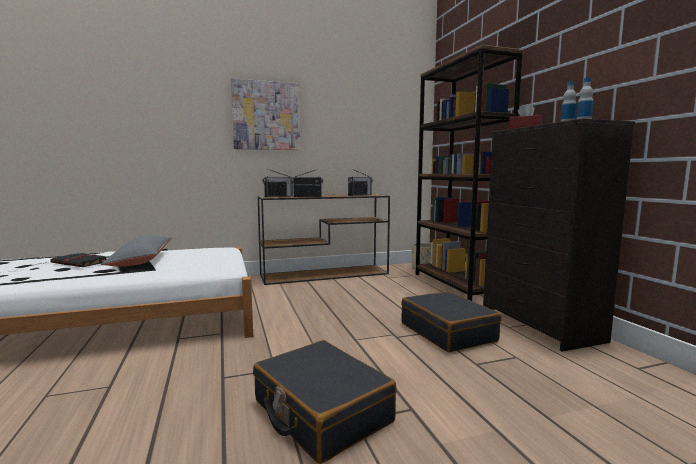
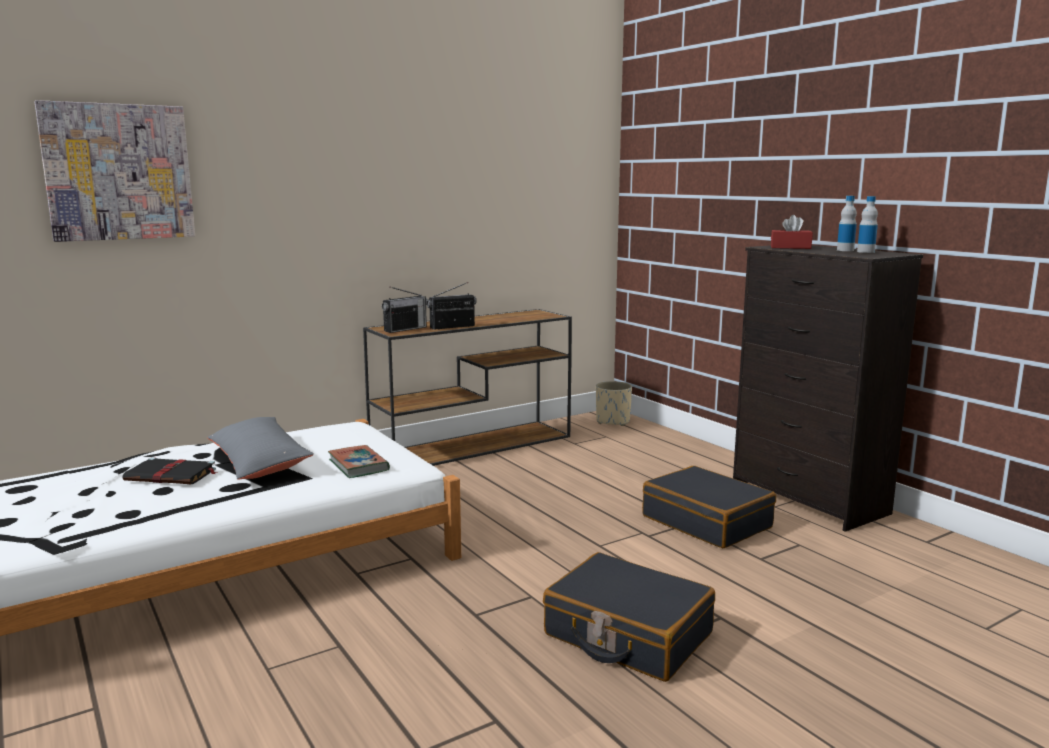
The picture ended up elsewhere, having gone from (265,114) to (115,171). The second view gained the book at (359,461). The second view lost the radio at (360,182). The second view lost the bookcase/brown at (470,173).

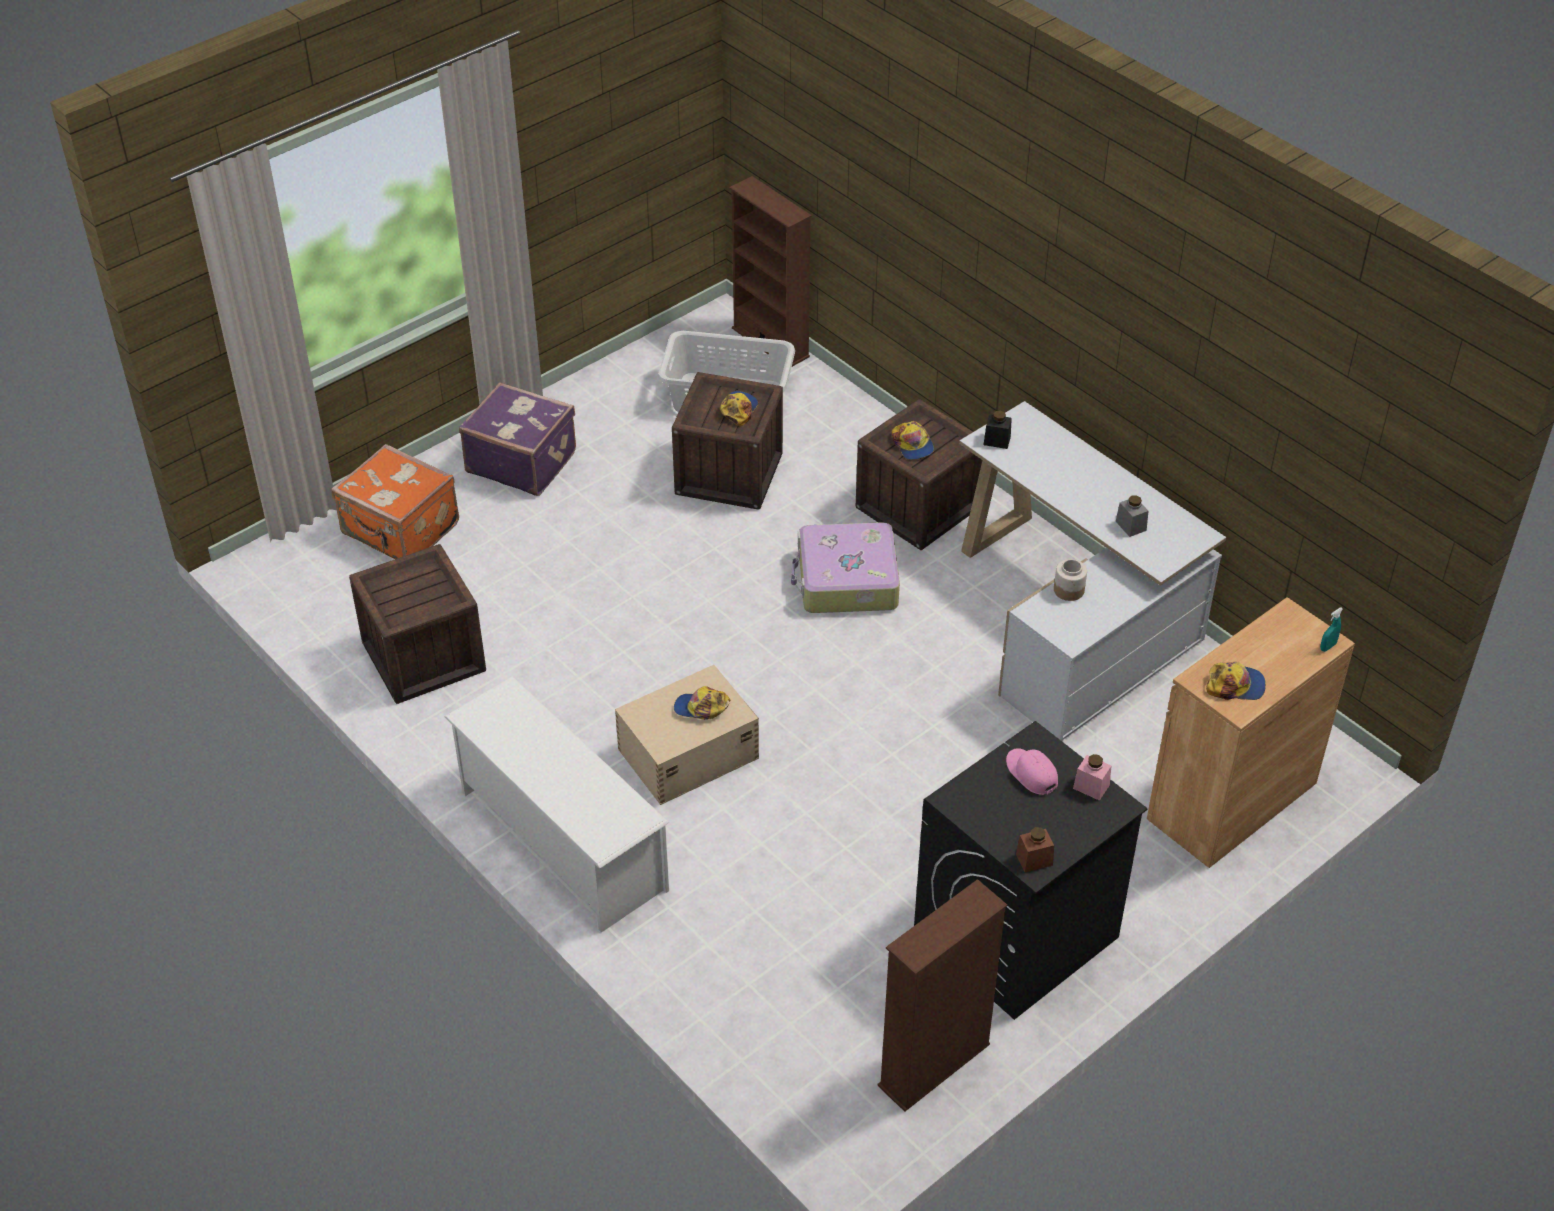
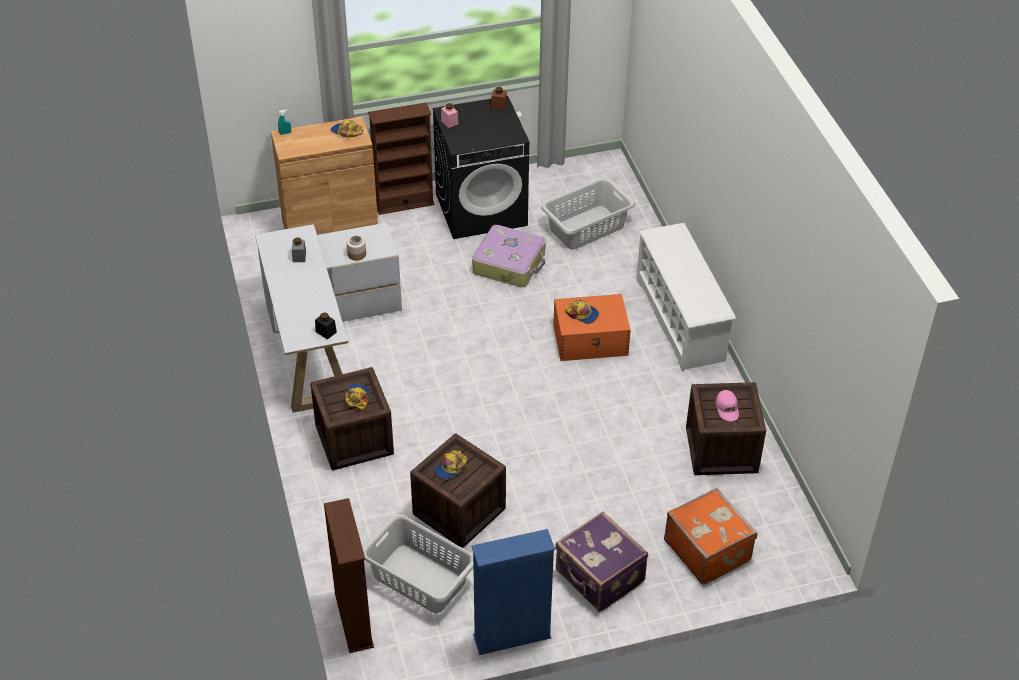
The bookcase/brown ended up elsewhere, having gone from (942,995) to (401,158). The second view gained the bookcase/blue at (513,592). The suitcase ended up elsewhere, having gone from (845,567) to (509,256). The second view gained the laundry basket/grey at (588,213). What was the storage box/beige at (687,735) turned into the storage box/orange at (592,327). The cap/pink ended up elsewhere, having gone from (1032,771) to (727,405).

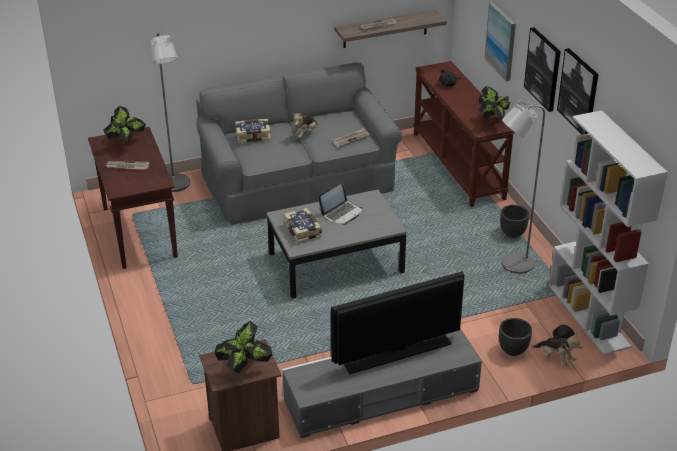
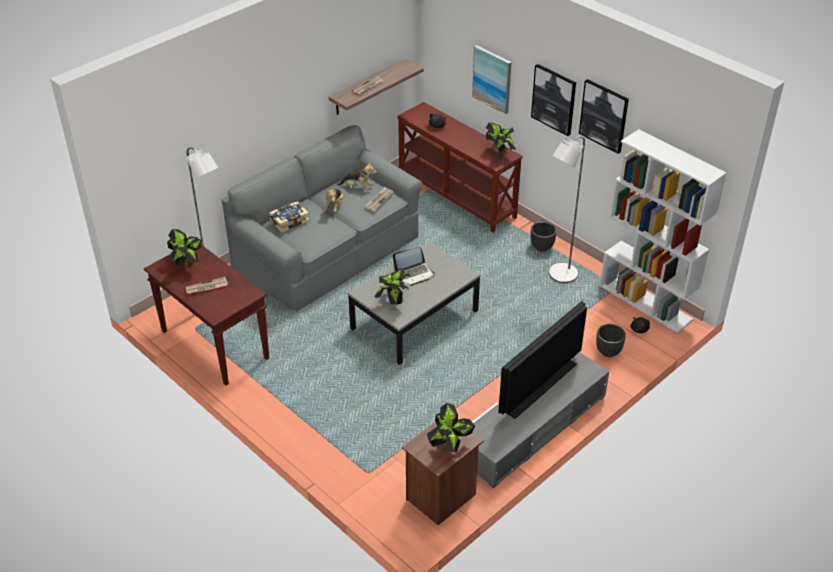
The plush toy ended up elsewhere, having gone from (558,349) to (357,176). Where the book stood at (303,226), the potted plant came to stand at (392,286). The laptop at (340,204) ended up facing another way, 45 degrees clockwise from before.

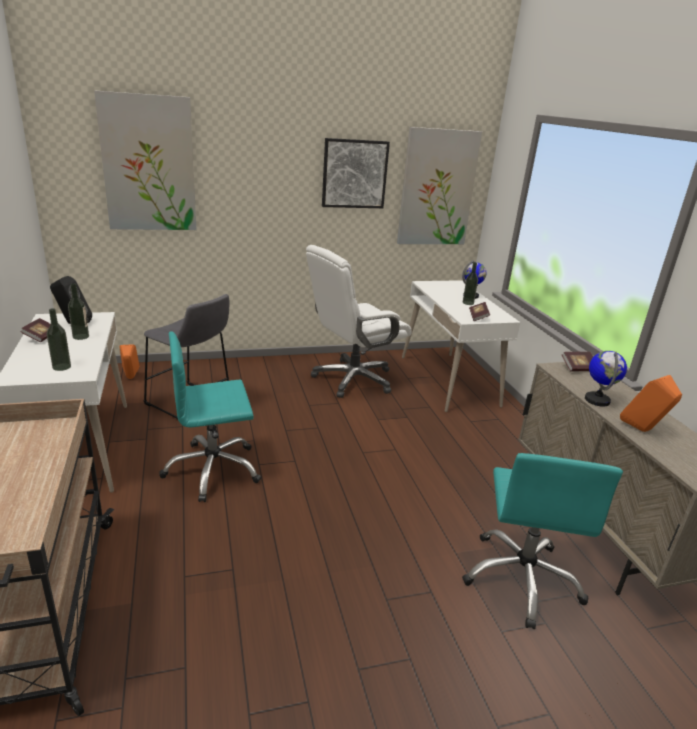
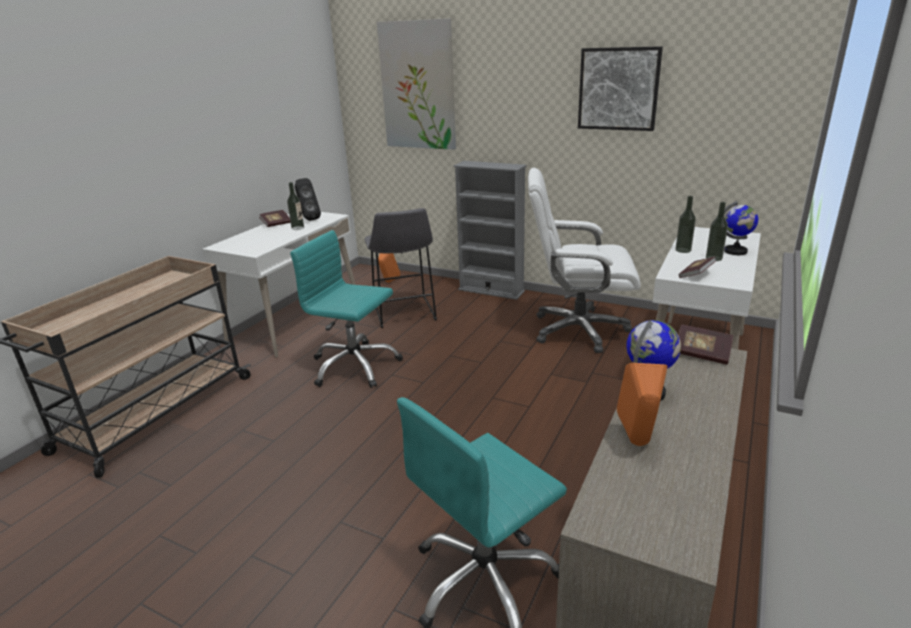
The second view gained the bookcase/grey at (489,230). The bottle ended up elsewhere, having gone from (59,339) to (685,224). The second view lost the picture at (439,185).

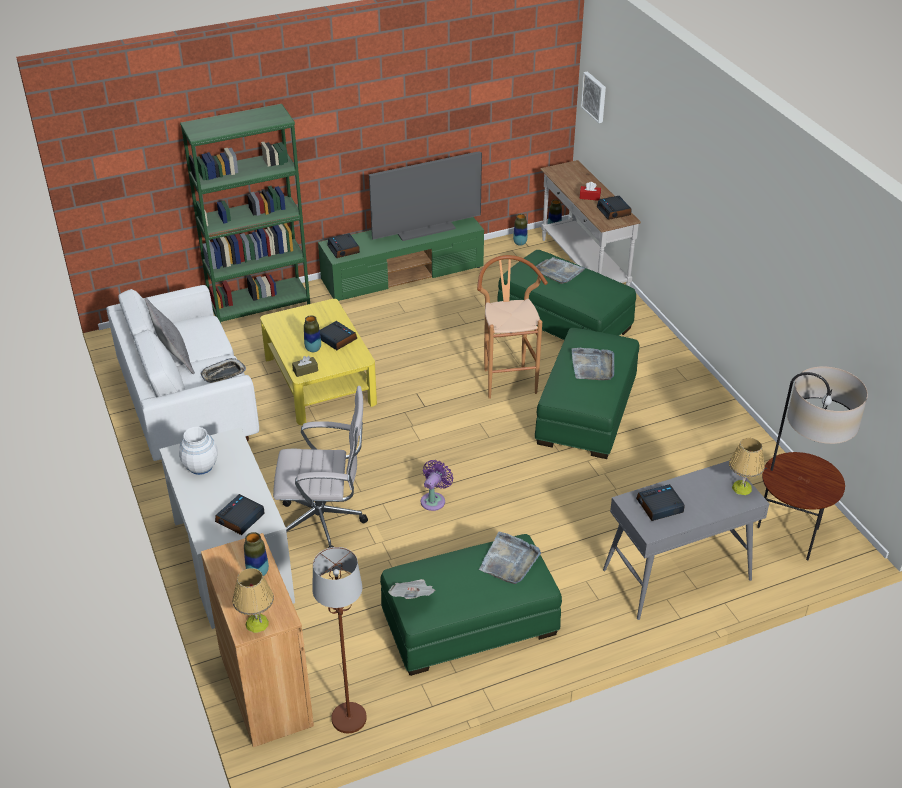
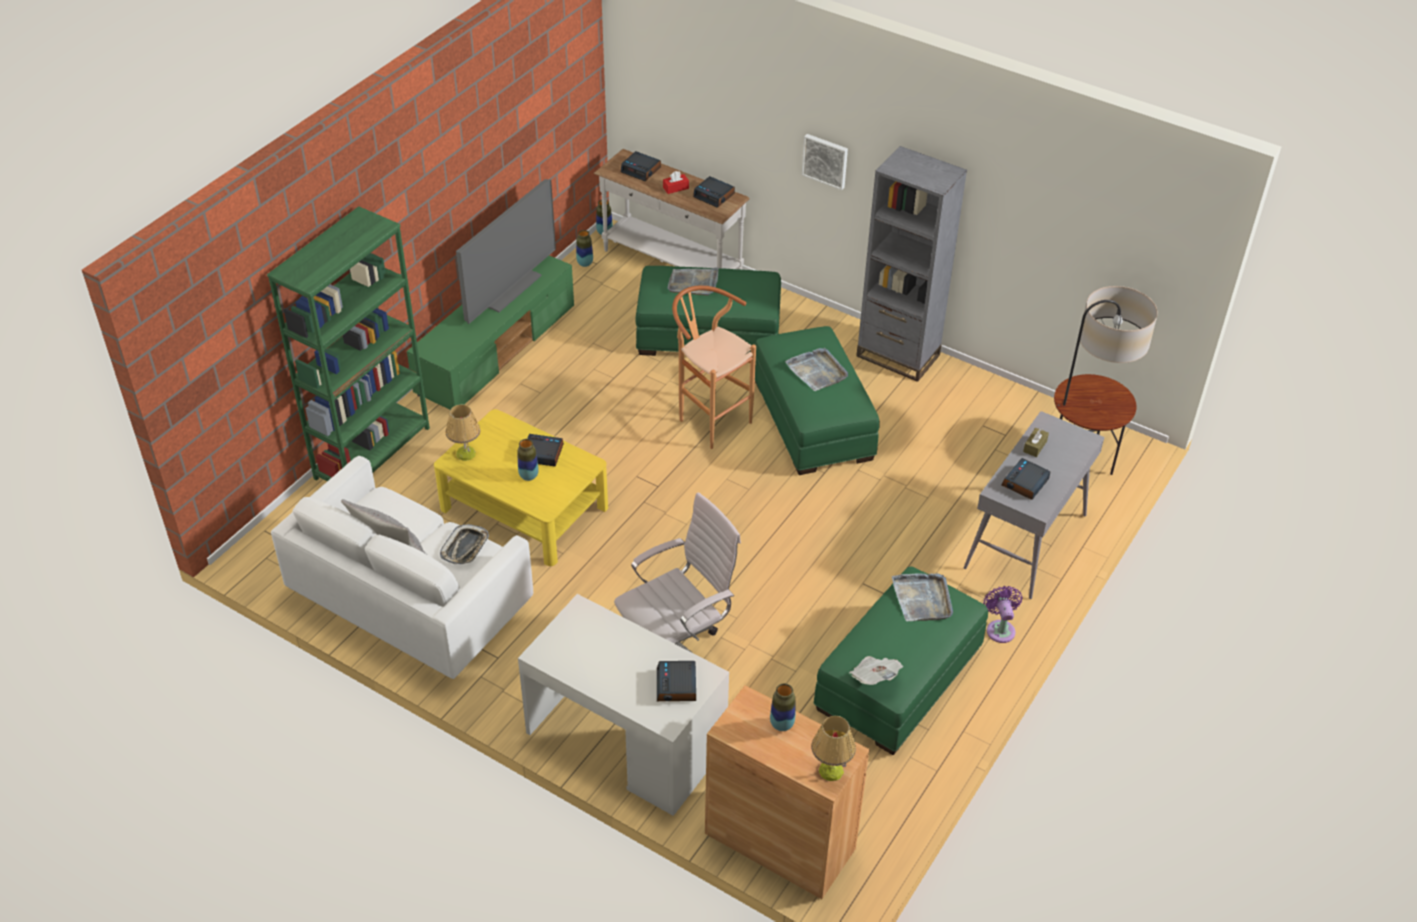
The table lamp ended up elsewhere, having gone from (747,466) to (463,432). The alarm clock ended up elsewhere, having gone from (343,245) to (641,166). The picture ended up elsewhere, having gone from (593,97) to (825,162). The second view gained the bookcase/grey at (911,264). The fan/purple ended up elsewhere, having gone from (437,485) to (1002,614). The tissue box/brown ended up elsewhere, having gone from (305,366) to (1036,442). The second view lost the vase/white at (198,451). The second view lost the floor lamp/brown at (339,640).

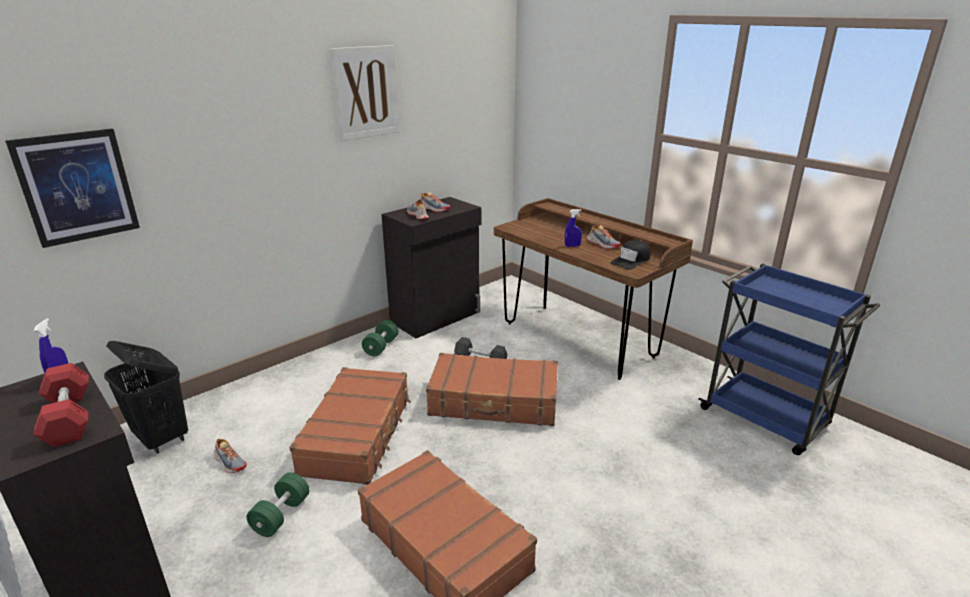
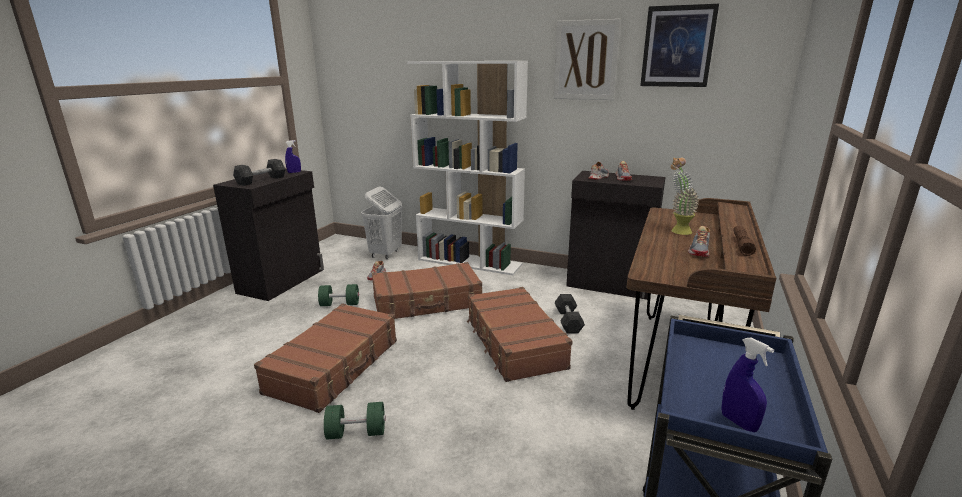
What was the dumbbell/red at (61,405) turned into the dumbbell/grey at (259,172). The dumbbell/green ended up elsewhere, having gone from (380,338) to (355,421). What was the laundry basket/black at (146,397) turned into the laundry basket/white at (382,223). The second view gained the bookcase/white at (467,168). The picture ended up elsewhere, having gone from (72,188) to (679,45). The second view gained the potted plant at (685,196). The spray bottle/blue ended up elsewhere, having gone from (573,228) to (748,384). The second view gained the flashlight/brown at (744,241). The second view lost the cap/black at (630,255).

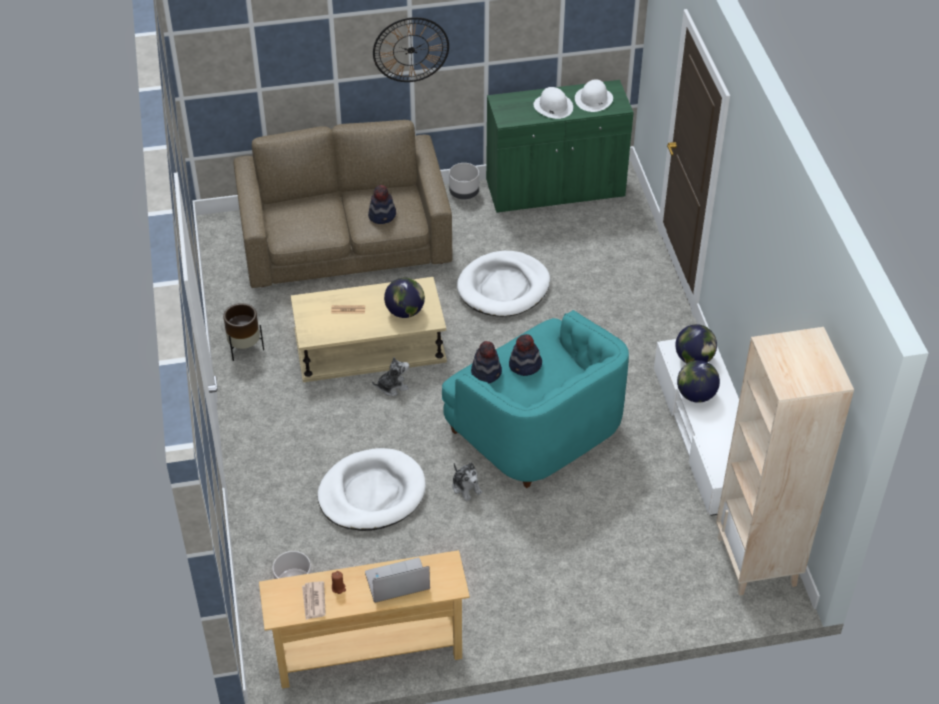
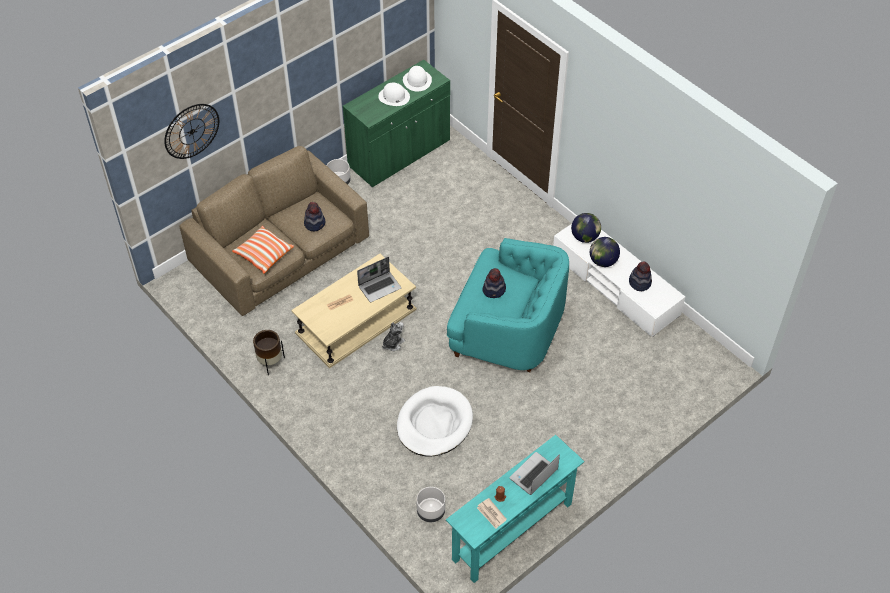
The wall clock ended up elsewhere, having gone from (411,49) to (191,131). The second view gained the pillow at (263,250). Where the globe stood at (404,298), the laptop came to stand at (379,279). What was the console table/beige at (364,619) turned into the console table/turquoise at (515,509). The hat ended up elsewhere, having gone from (486,362) to (640,276). The second view lost the plush toy at (467,481). The second view lost the dog bed/white at (503,284). The second view lost the bookcase/beige at (785,461).

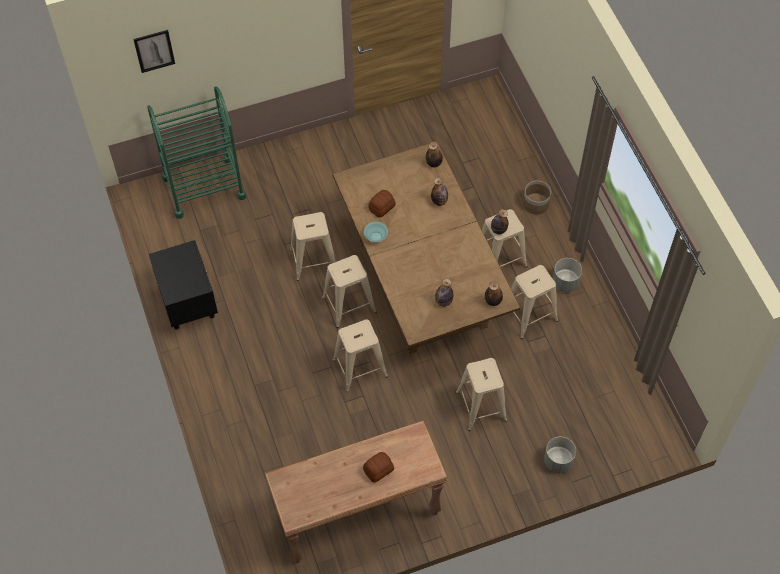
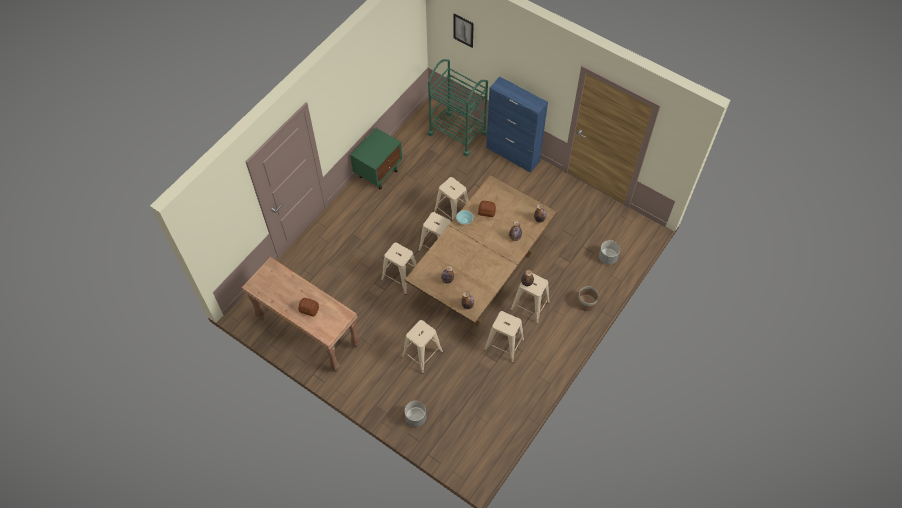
What was the nightstand/black at (183,284) turned into the nightstand/green at (376,158). The second view gained the cabinet/blue at (517,125). The planter/grey ended up elsewhere, having gone from (567,275) to (609,252).

